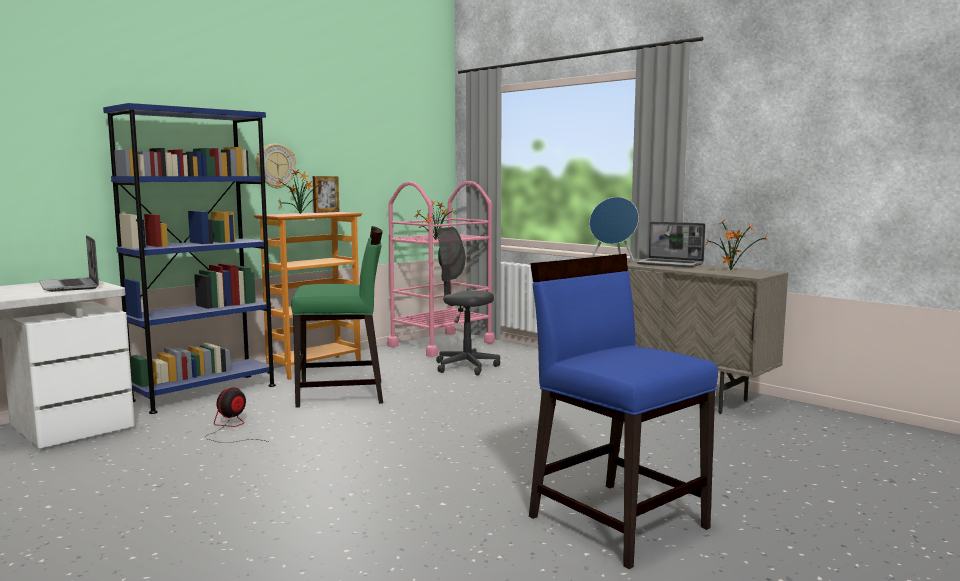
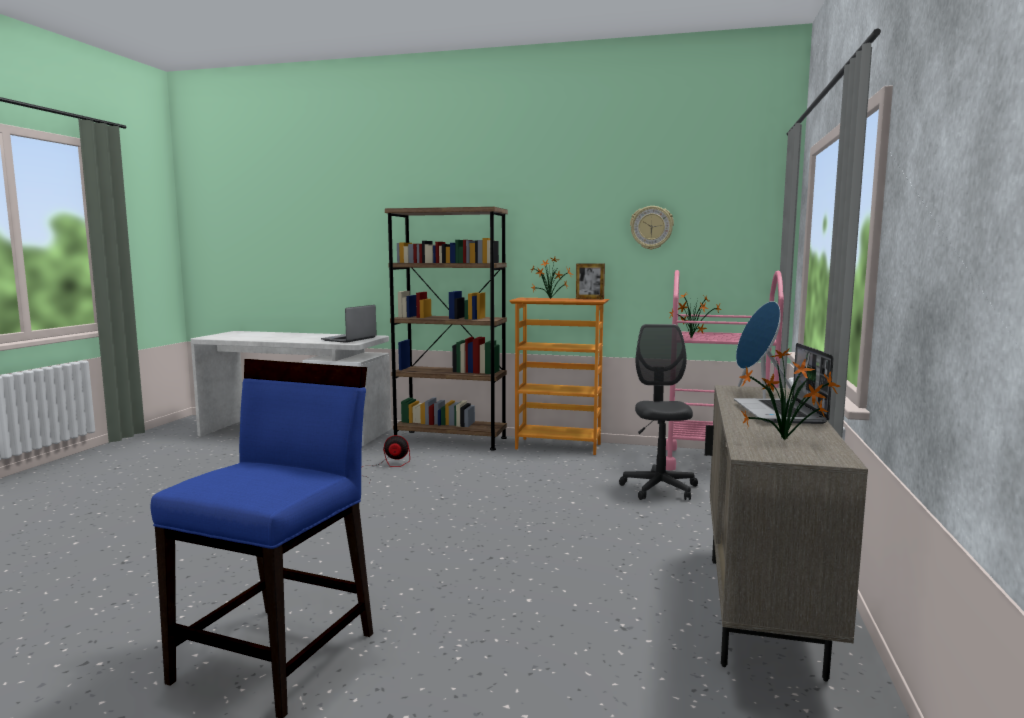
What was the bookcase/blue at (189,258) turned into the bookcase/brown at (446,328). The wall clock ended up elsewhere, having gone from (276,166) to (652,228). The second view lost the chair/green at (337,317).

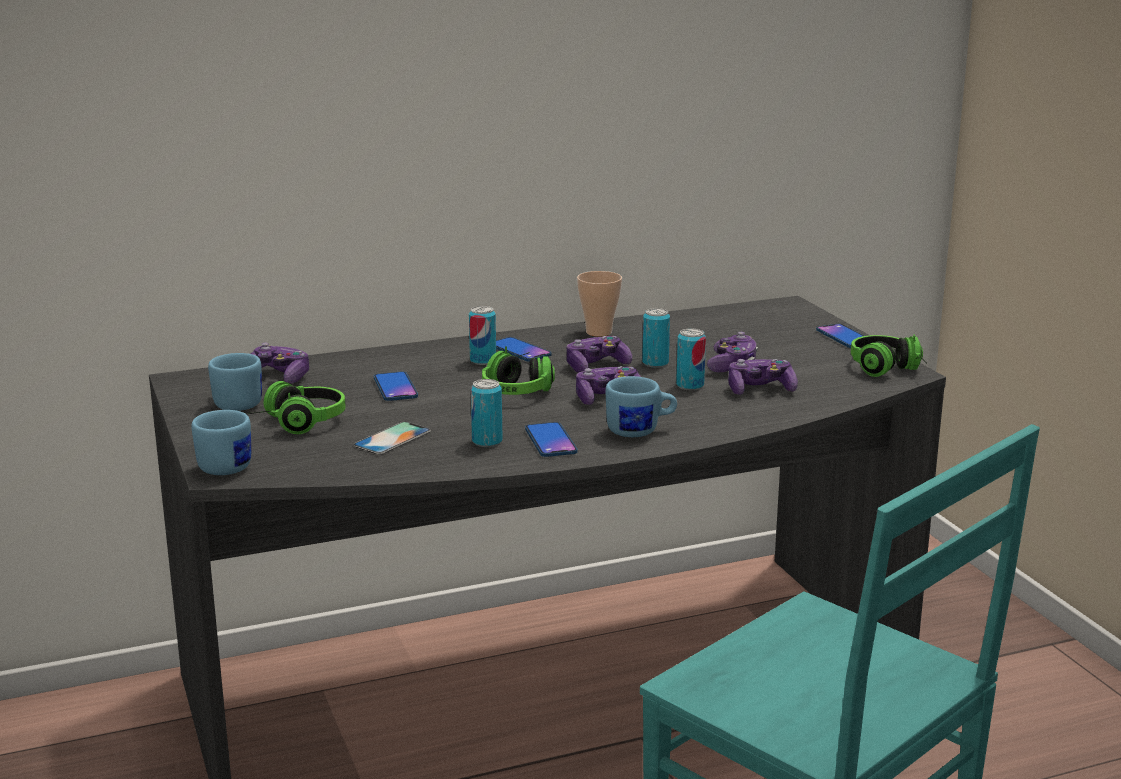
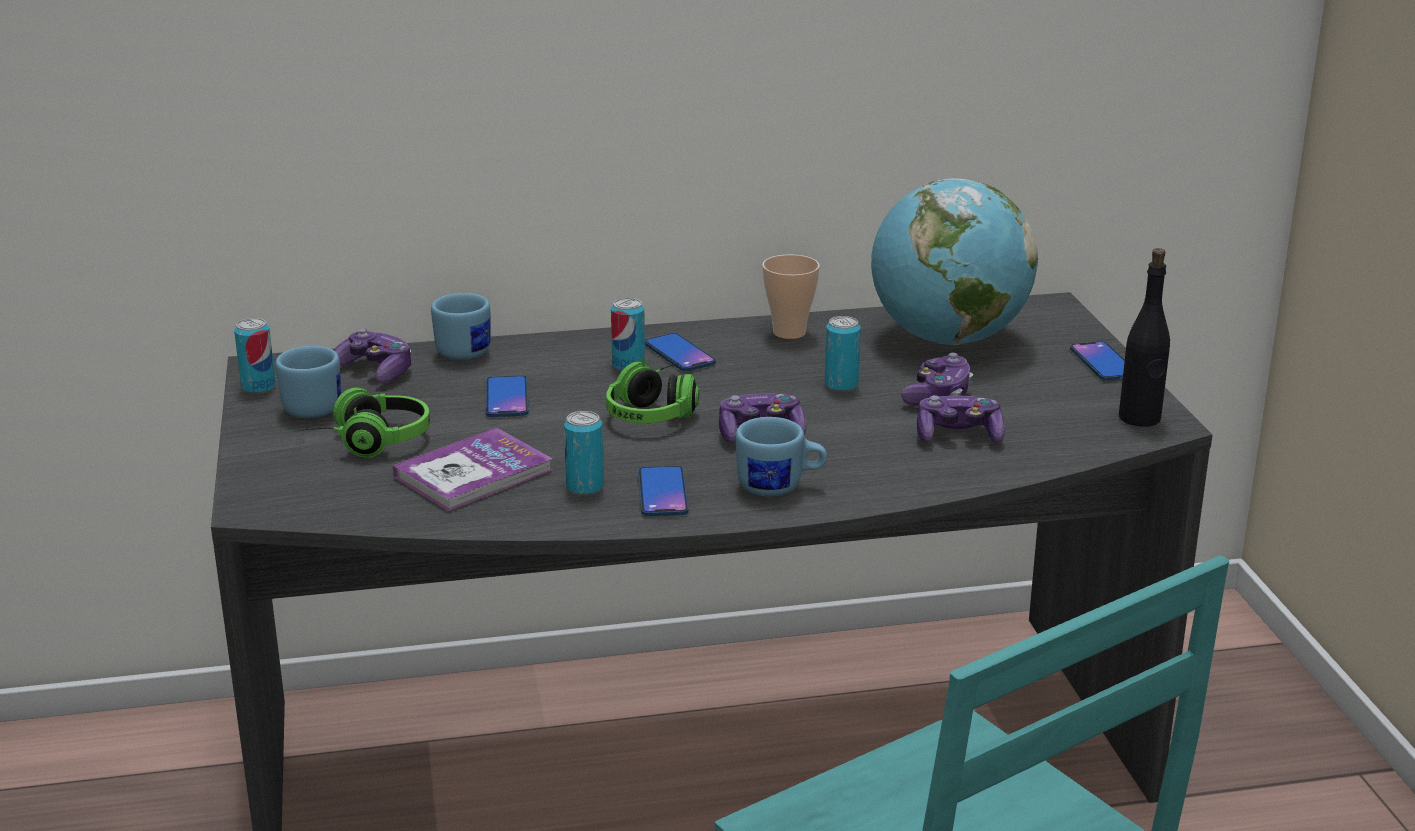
The can ended up elsewhere, having gone from (691,359) to (255,356). Where the phone stood at (392,438), the book came to stand at (473,469). The mug/blue ended up elsewhere, having gone from (221,442) to (460,326). The second view gained the globe at (954,261). Where the headphones stood at (889,355), the bottle/black came to stand at (1144,337). The second view lost the game controller at (599,354).

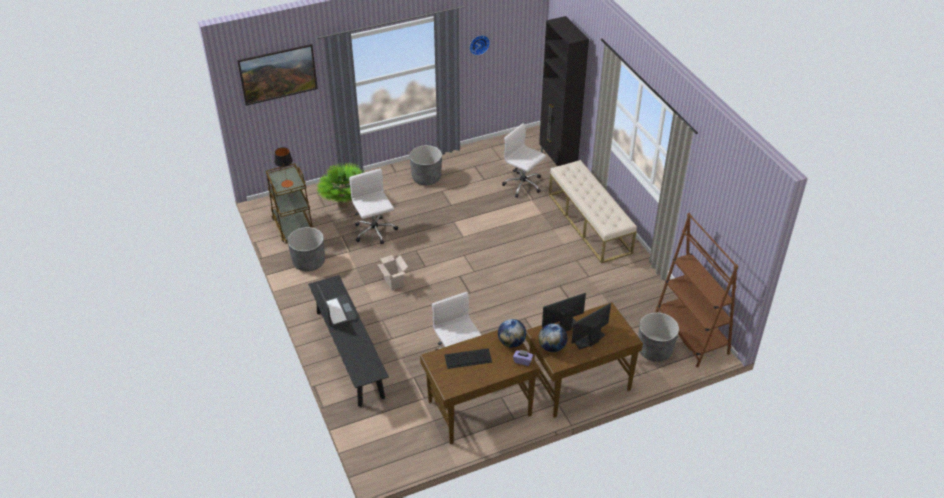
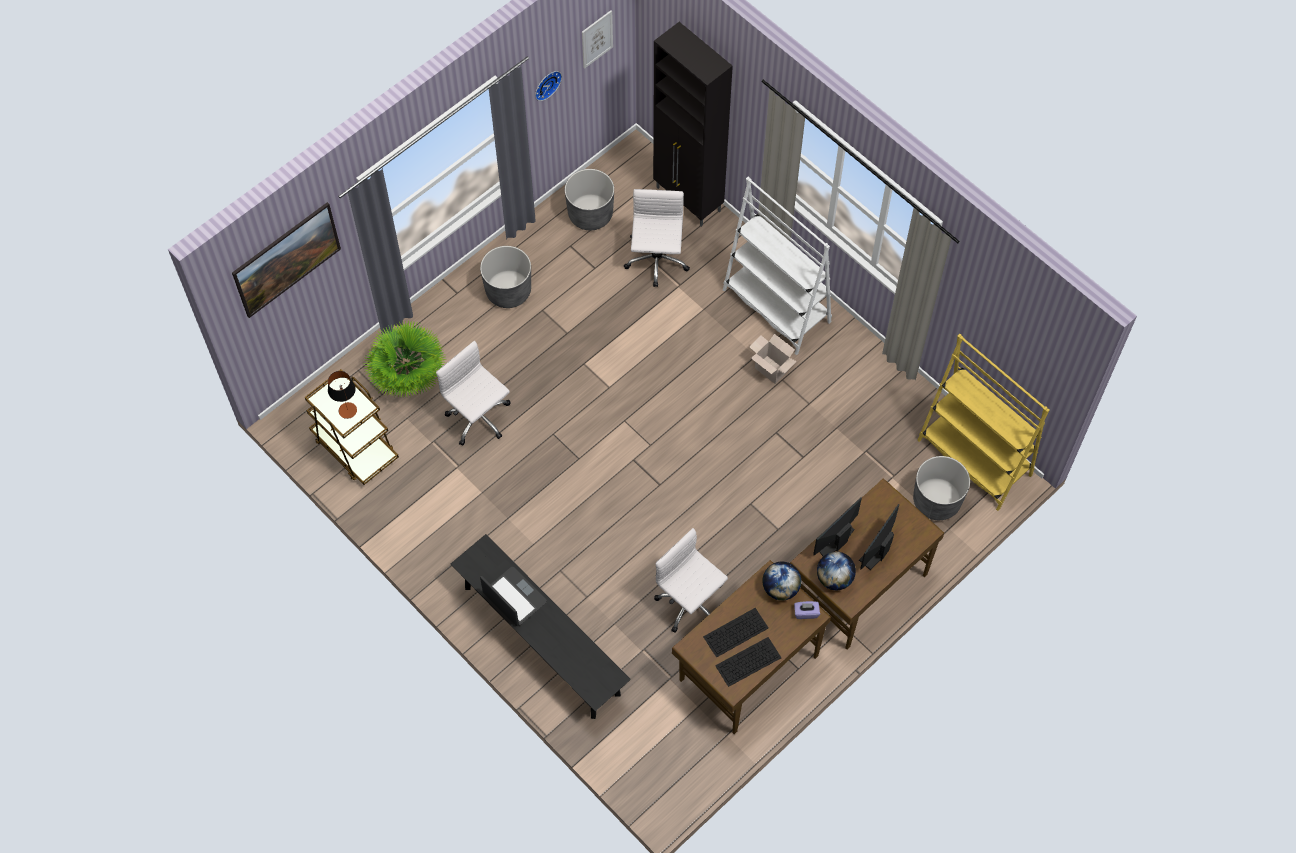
The planter/grey ended up elsewhere, having gone from (306,249) to (589,199). The second view gained the picture at (597,39). The office chair/white at (524,160) ended up facing another way, 75 degrees clockwise from before. The second view gained the keyboard at (748,662). Where the bench/beige stood at (593,212), the bookcase/white came to stand at (777,265). The cardboard box ended up elsewhere, having gone from (392,272) to (773,359). What was the bookcase/brown at (696,290) turned into the bookcase/yellow at (983,422).

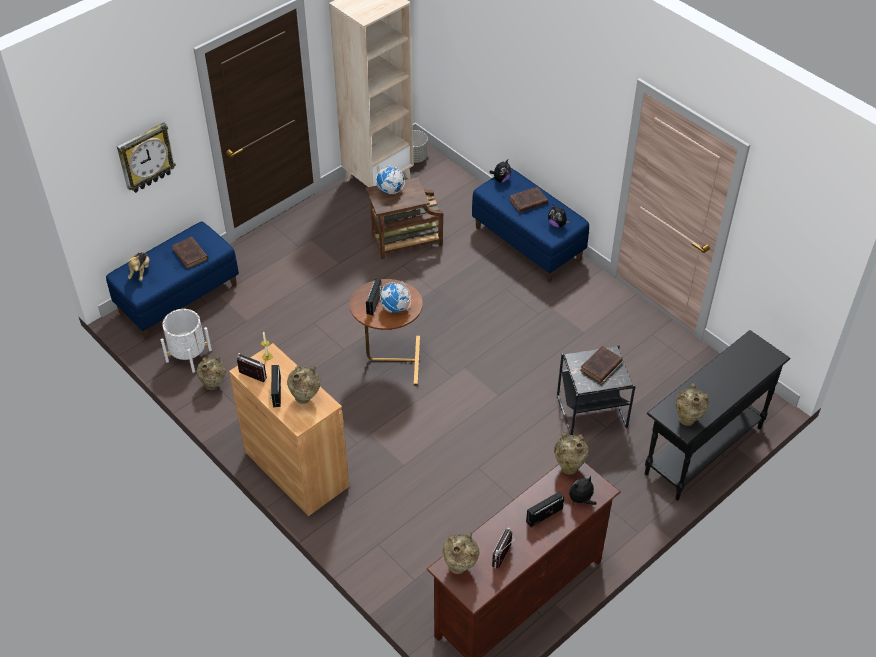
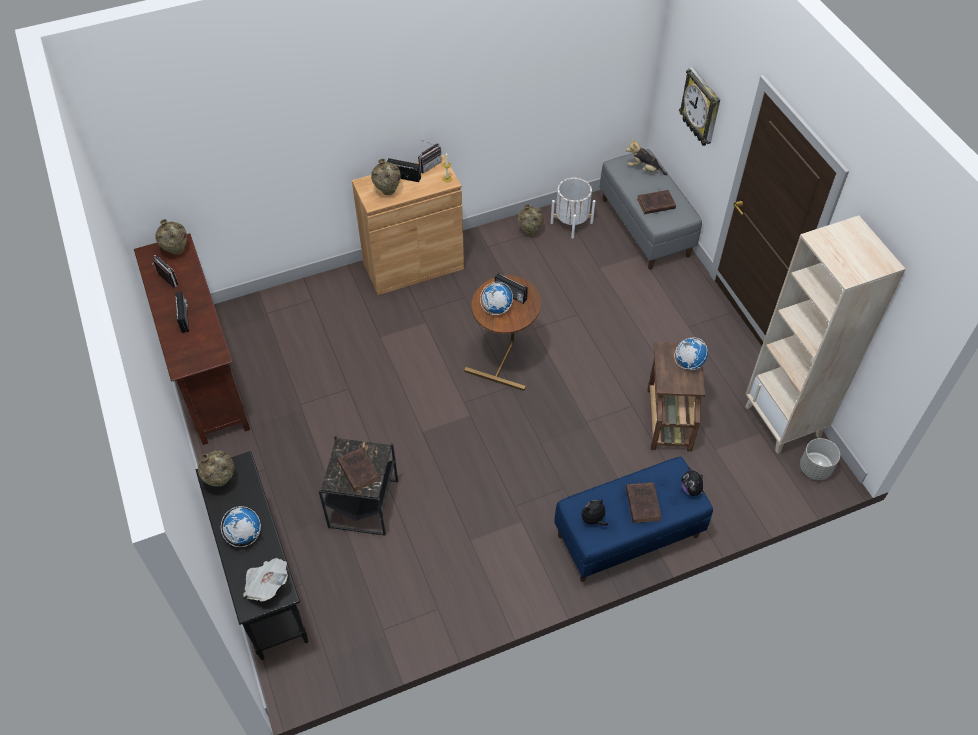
The second view gained the globe at (241,526). The second view gained the newspaper at (265,580). What was the bench/blue at (172,280) turned into the bench/grey at (651,209). The second view lost the vase/beige at (571,453). The second view lost the plush toy at (583,491).

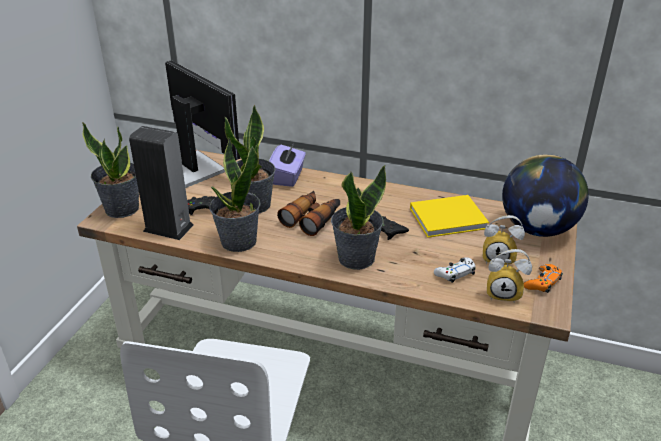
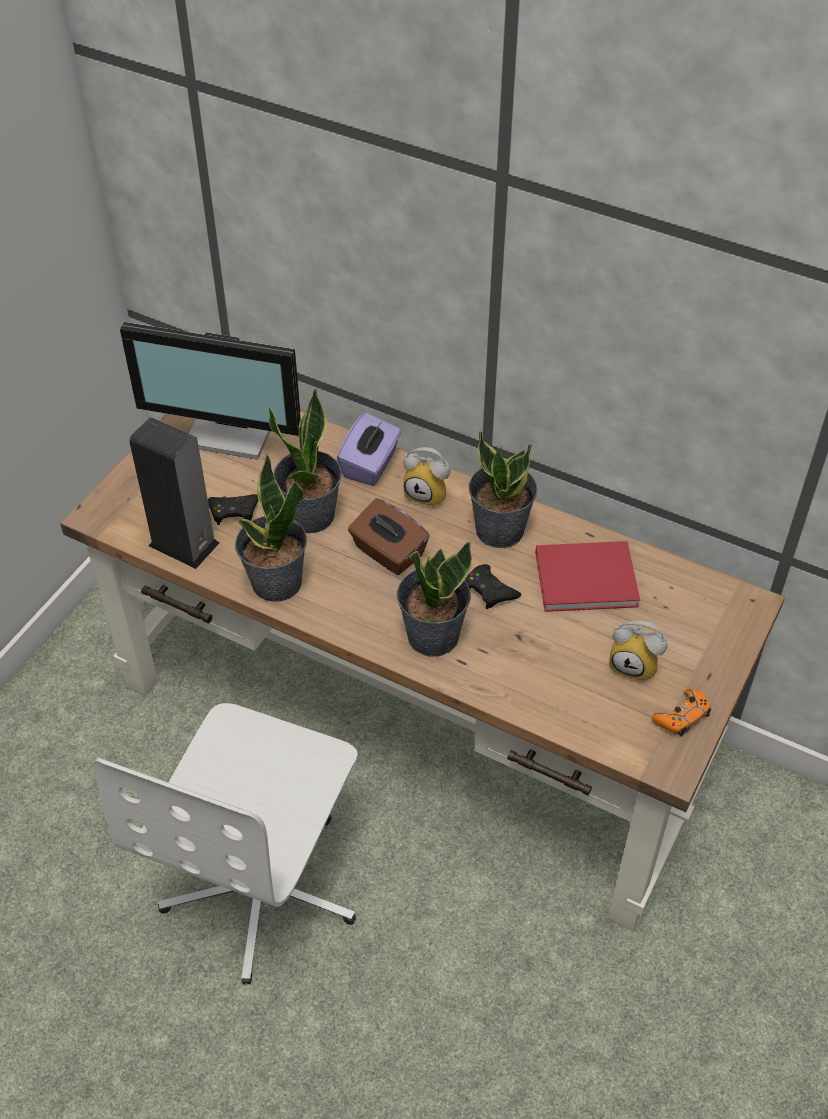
The monitor at (202,124) ended up facing another way, 135 degrees clockwise from before. Where the binoculars stood at (308,213), the tissue box/brown came to stand at (389,537). The alarm clock ended up elsewhere, having gone from (509,275) to (426,477). The potted plant ended up elsewhere, having gone from (110,170) to (503,489). What was the book/yellow at (449,216) turned into the book/red at (587,576). The second view lost the game controller/white at (455,270). The second view lost the globe at (545,195).

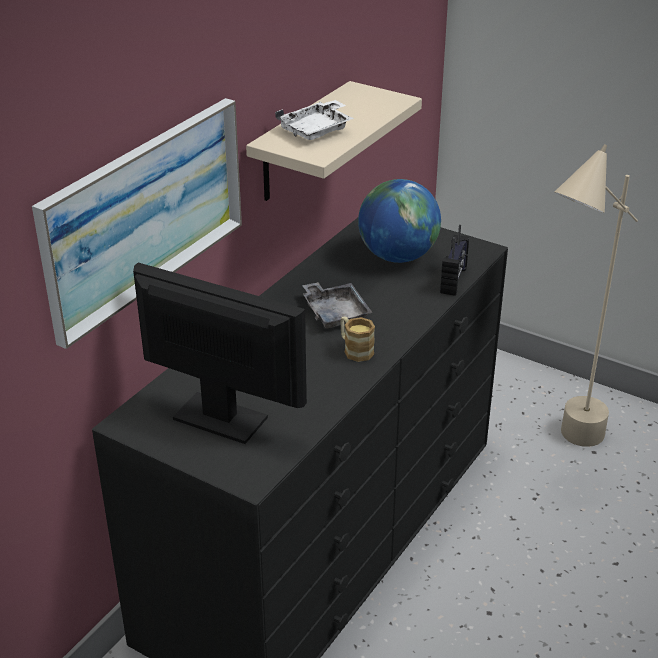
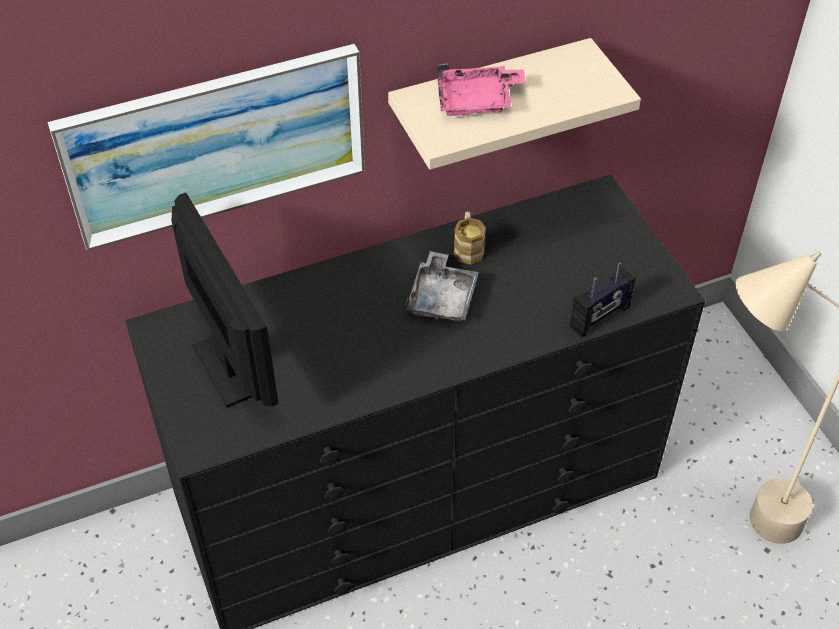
What was the tray/white at (314,120) turned into the tray/pink at (481,90). The mug ended up elsewhere, having gone from (357,339) to (470,238). The second view lost the globe at (399,221).

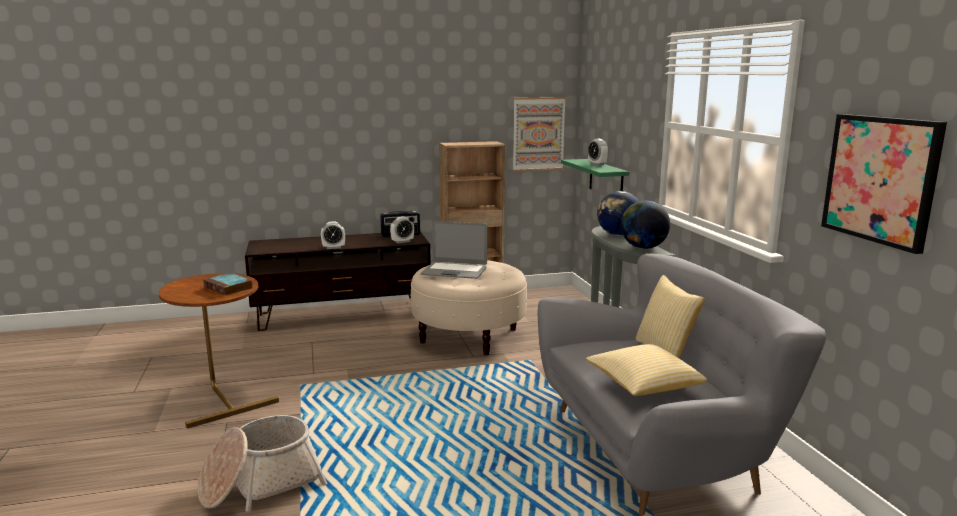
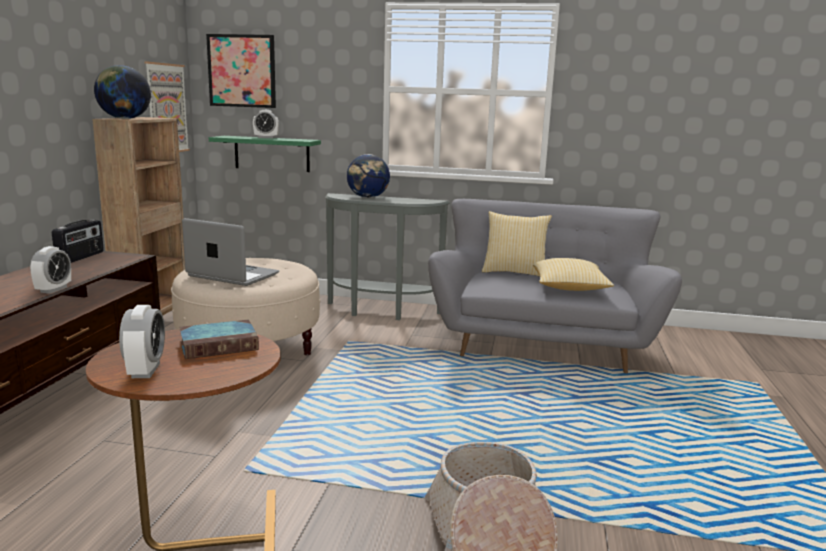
The globe ended up elsewhere, having gone from (645,225) to (122,92). The alarm clock ended up elsewhere, having gone from (402,229) to (142,341). The laptop at (453,250) ended up facing another way, 105 degrees counterclockwise from before. The picture ended up elsewhere, having gone from (884,184) to (241,71).

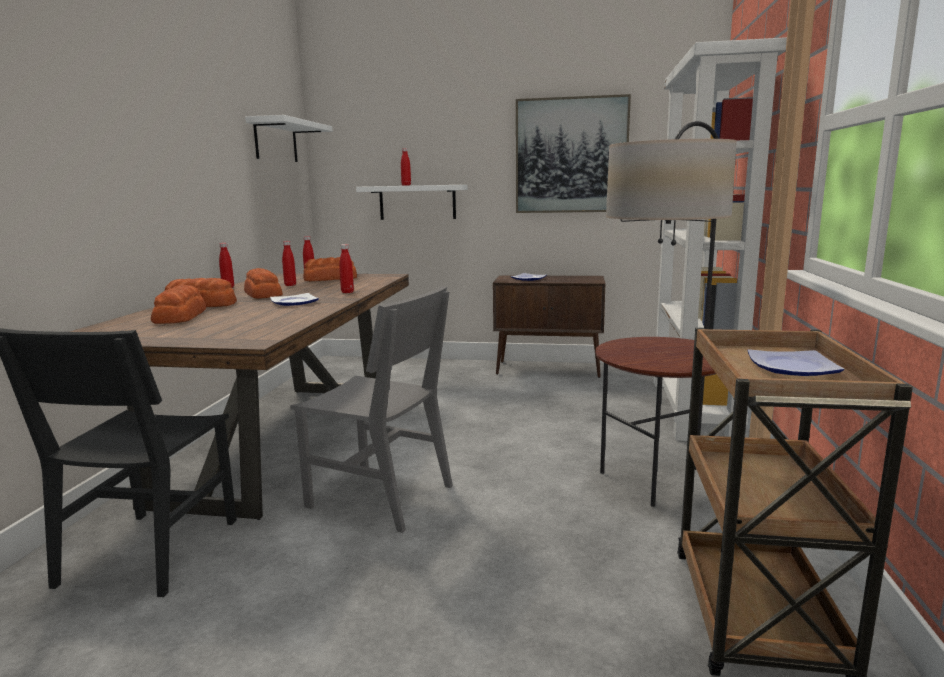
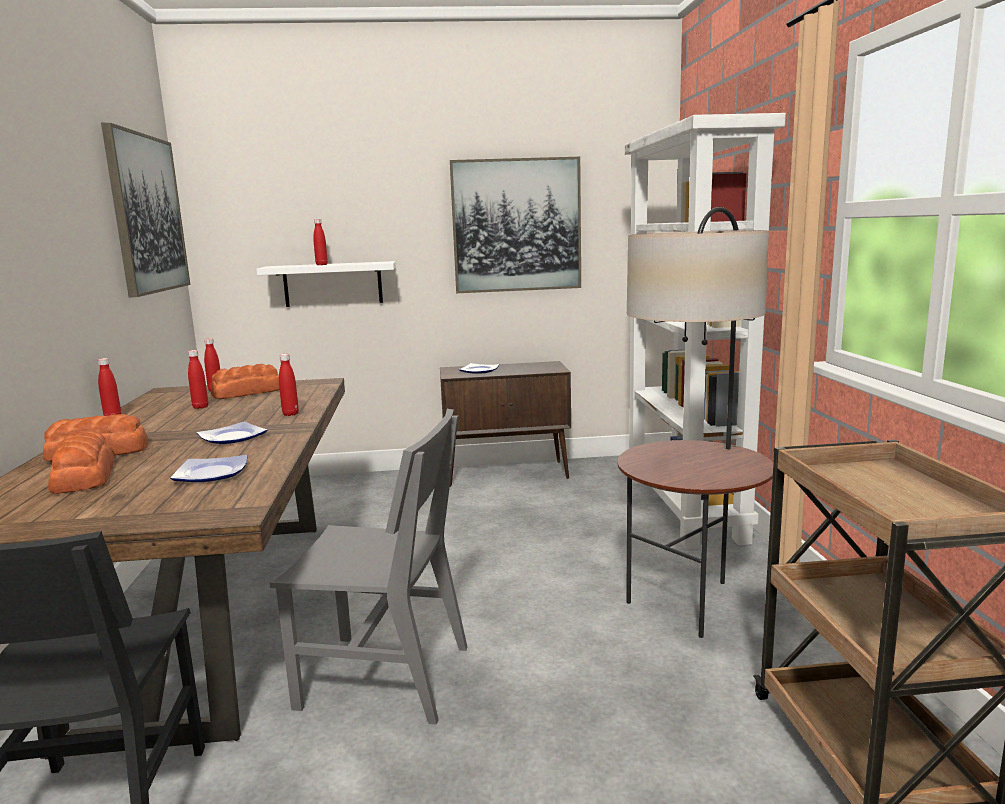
Where the shelf/white hung at (289,138), the picture came to hang at (145,210). The plate ended up elsewhere, having gone from (795,362) to (209,468). The second view lost the bread at (263,283).

